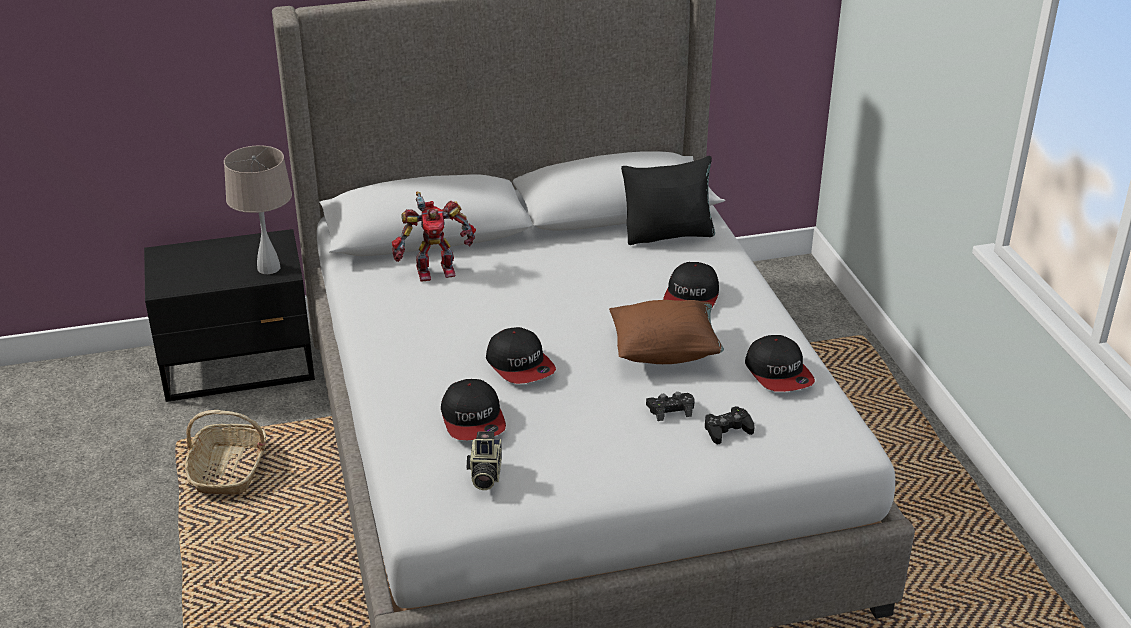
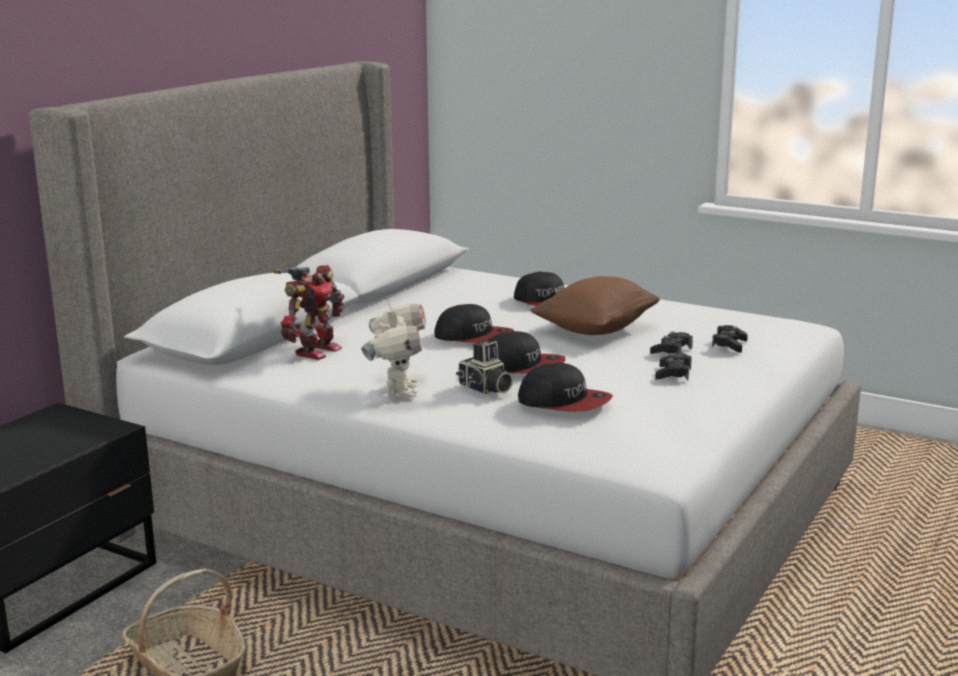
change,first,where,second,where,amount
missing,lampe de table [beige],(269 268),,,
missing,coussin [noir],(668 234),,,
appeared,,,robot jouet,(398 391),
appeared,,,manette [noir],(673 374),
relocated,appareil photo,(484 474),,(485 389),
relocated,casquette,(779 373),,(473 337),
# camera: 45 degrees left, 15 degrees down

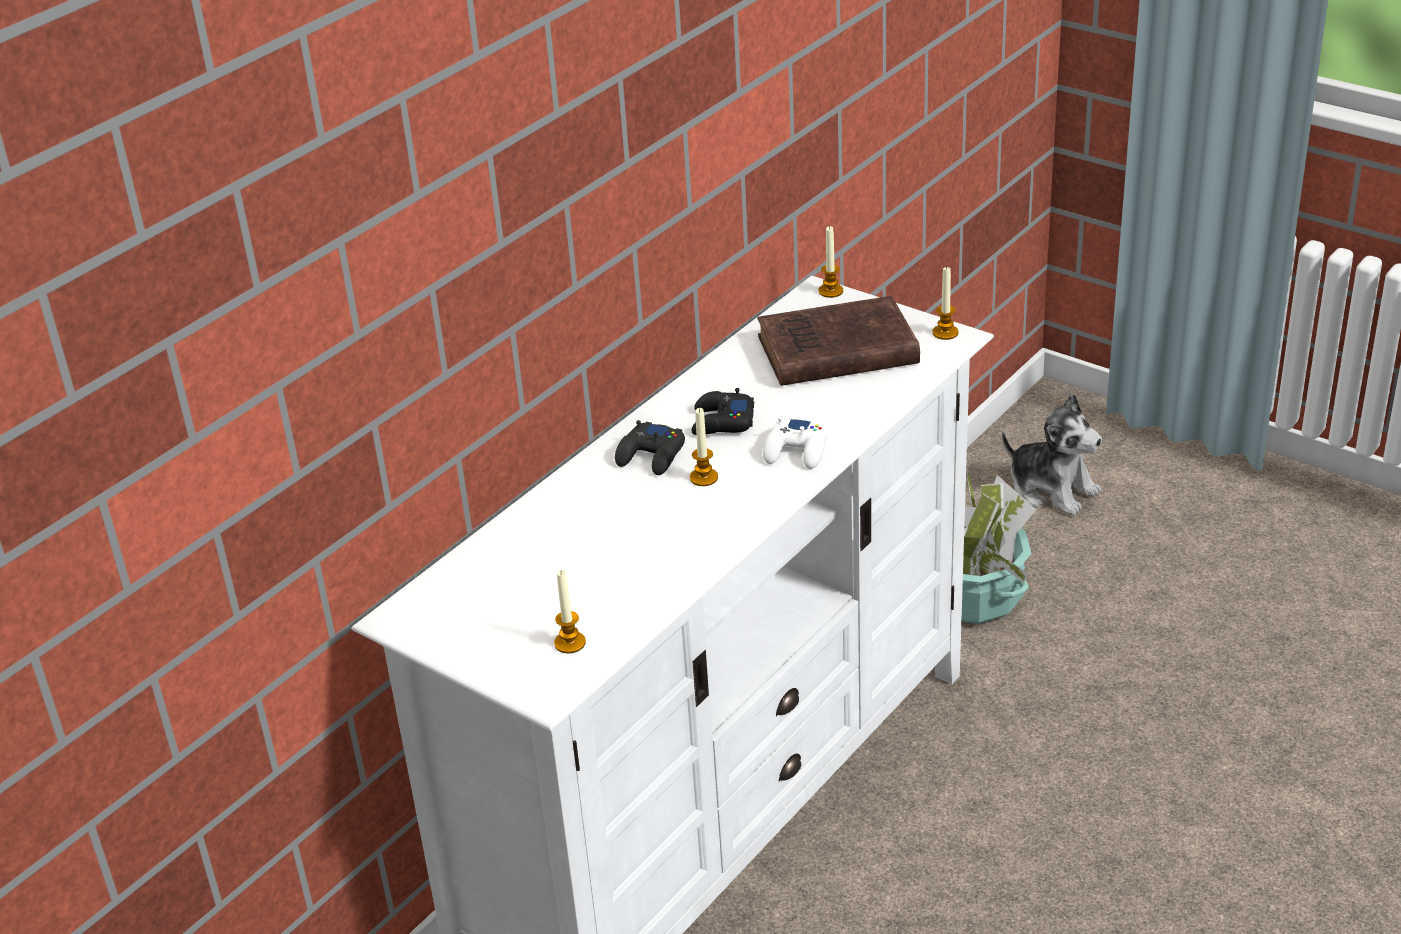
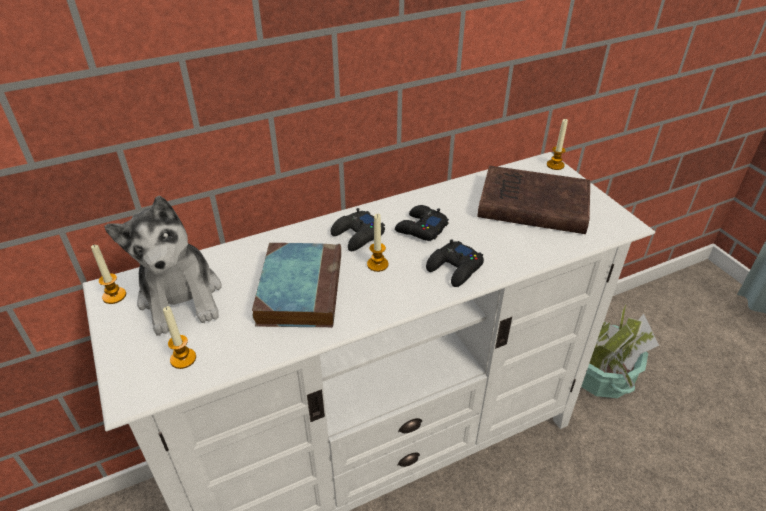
change,first,where,second,where,amount
appeared,,,livre,(299 289),
relocated,bougie,(945 333),,(114 296),
relocated,peluche,(1052 490),,(181 297),
colour,manette [blanc],(797 451),manette [noir],(455 268),
# camera: 25 degrees right, 5 degrees up

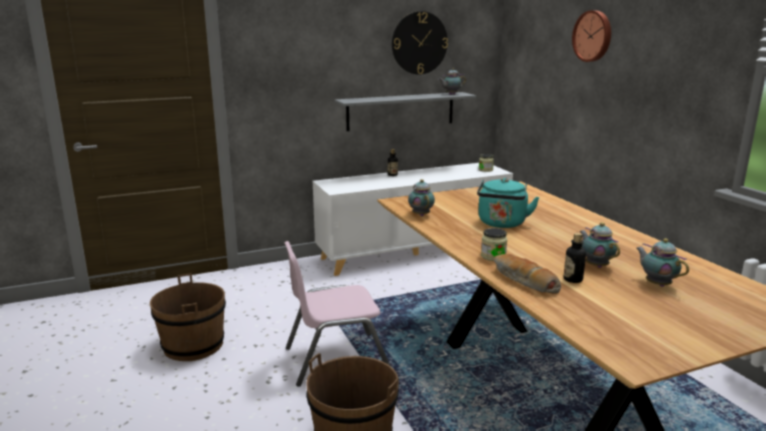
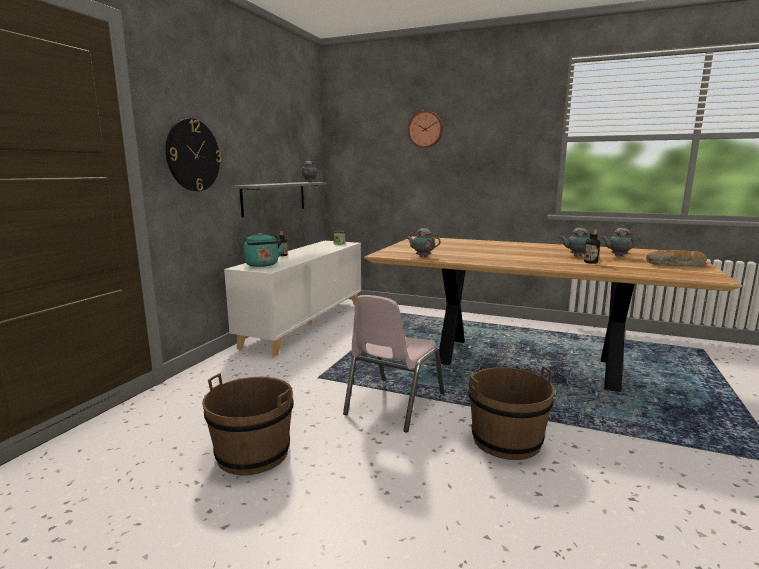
change,first,where,second,where,amount
missing,bocal,(493 256),,,
relocated,horloge murale,(419 43),,(193 155),
relocated,bouilloire [turquoise],(502 224),,(263 265),
relocated,pain,(523 281),,(675 265),
# camera: 45 degrees left, 5 degrees down

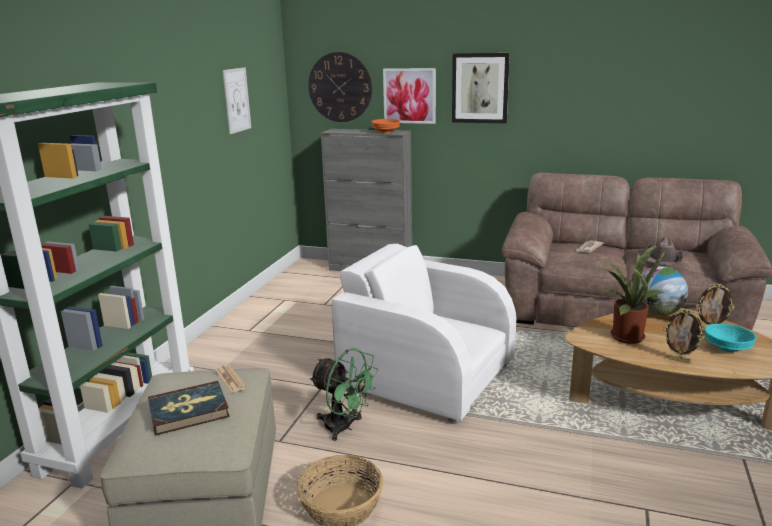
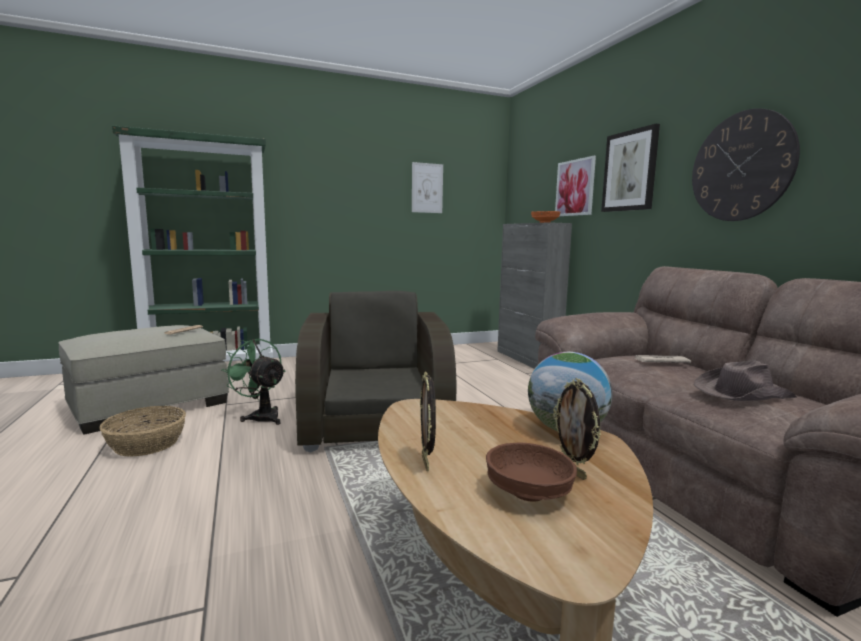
change,first,where,second,where,amount
missing,livre,(188 411),,,
missing,plante en pot,(624 335),,,
relocated,horloge murale,(340 87),,(741 166),
colour,fauteuil [blanc],(426 376),fauteuil [marron],(376 420),
colour,bol [turquoise],(728 348),bol [marron],(528 493),
spun,ventilateur [vert],(344 427),,(261 416),135 degrees clockwise
# camera: 50 degrees right, 10 degrees down

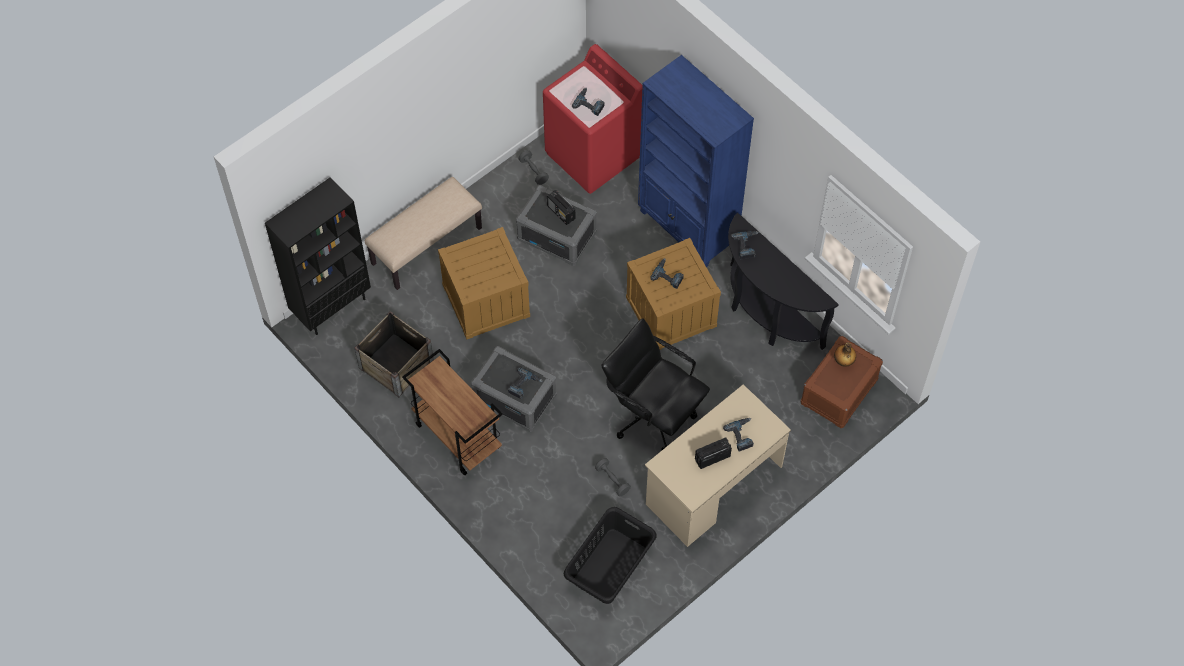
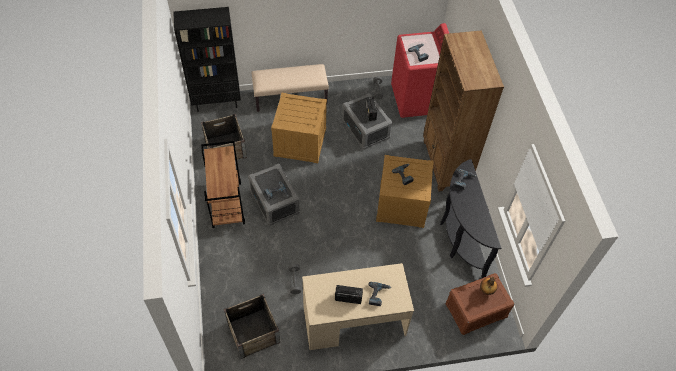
change,first,where,second,where,amount
missing,chaise de bureau [noir],(652 414),,,
exchanged,panier à linge [noir],(609 566),caisse,(253 332),
colour,bibliothèque [bleu],(688 228),bibliothèque [marron],(445 164),
# camera: 30 degrees right, 5 degrees down

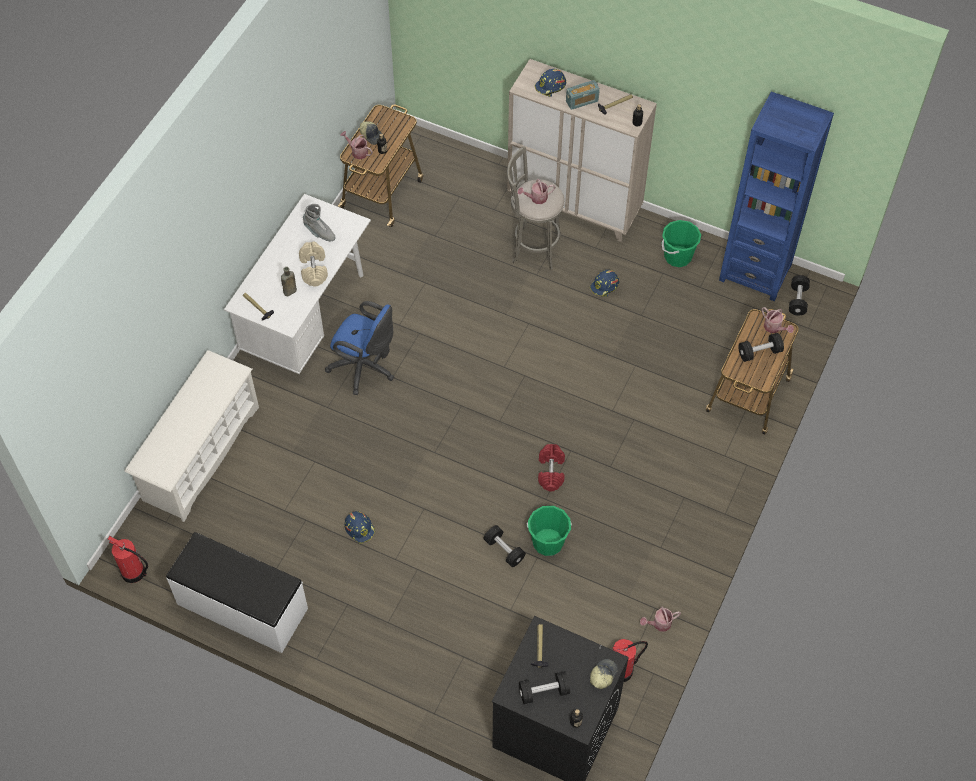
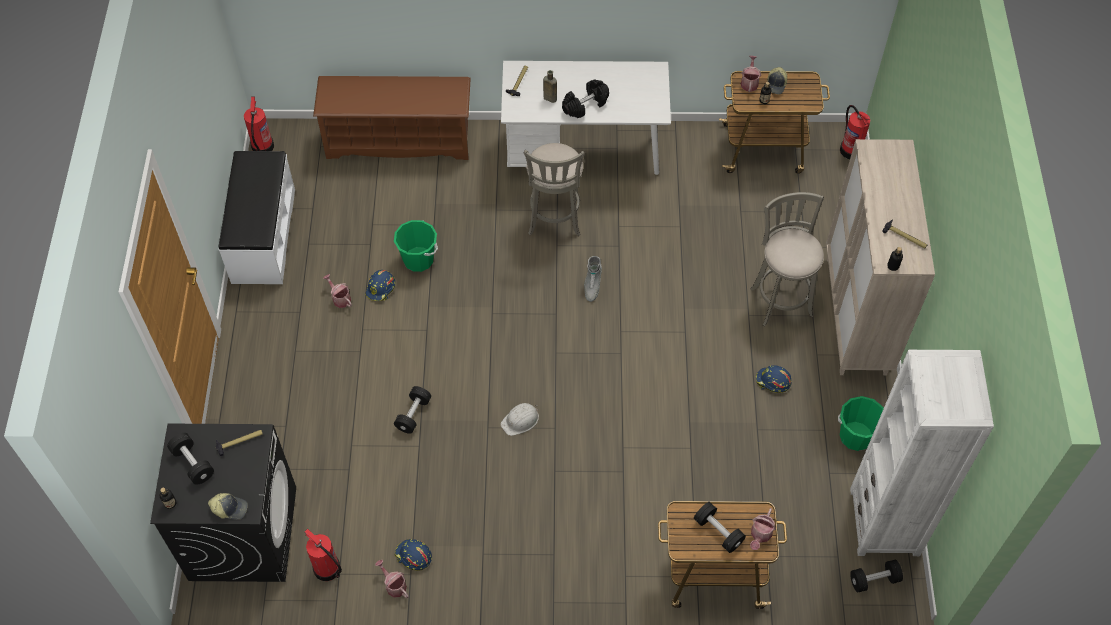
change,first,where,second,where,amount
missing,radio,(582 101),,,
appeared,,,extincteur,(850 149),
relocated,botte [gris],(319 232),,(592 286),
relocated,arrosoir,(536 198),,(340 298),
relocated,seau [vert],(548 542),,(418 259),
relocated,casque de chantier [bleu],(550 86),,(413 556),
exchanged,chaise de bureau [bleu],(365 368),tabouret [gris],(554 220),
exchanged,haltère [rouge],(551 472),casque de chantier [blanc],(520 420),
colour,étagère à chaussures [blanc],(201 453),étagère à chaussures [marron],(399 140),
colour,haltère [beige],(314 269),haltère [noir],(585 105),
colour,bibliothèque [bleu],(755 272),bibliothèque [blanc],(884 522),
# camera: 65 degrees right, 0 degrees up

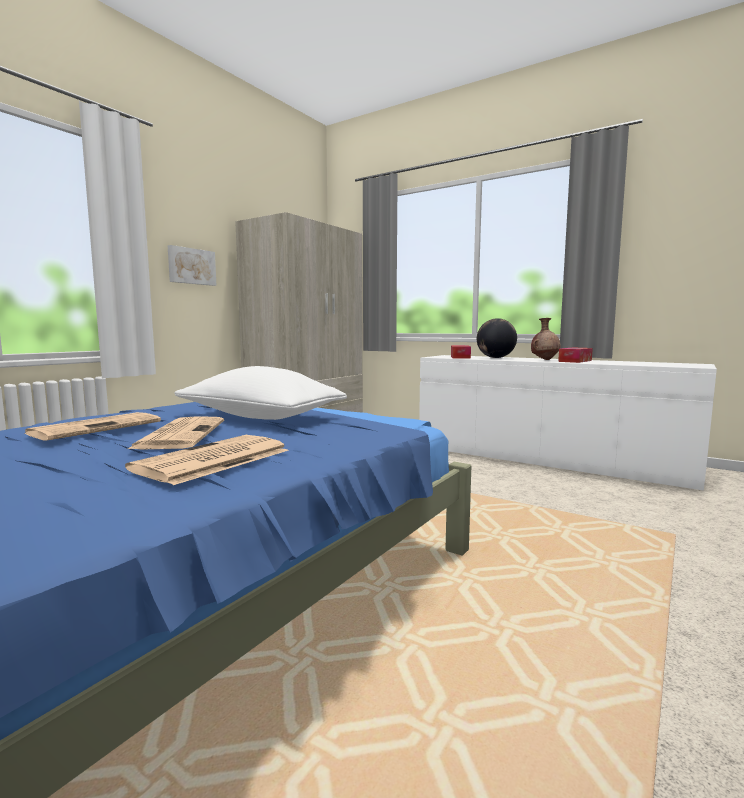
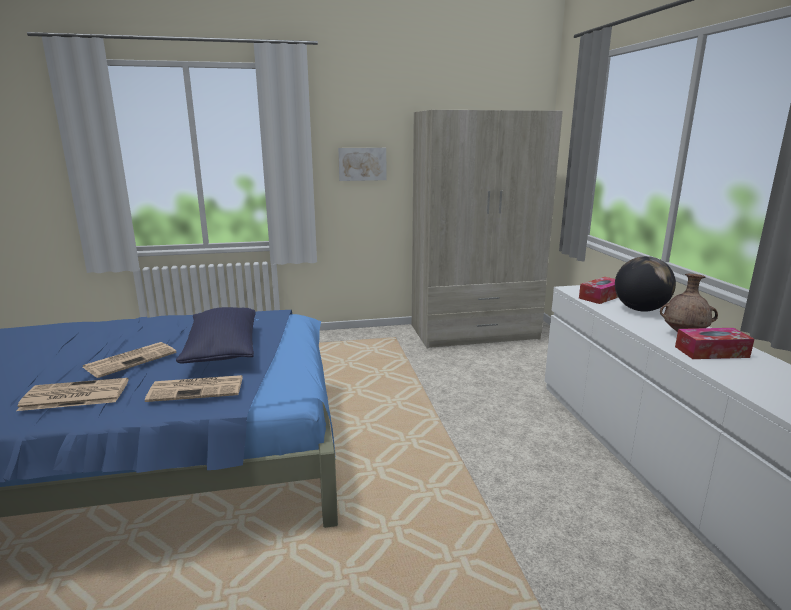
change,first,where,second,where,amount
relocated,journal,(97 427),,(198 389),
colour,coussin [blanc],(260 418),coussin [bleu],(222 350),
# camera: 45 degrees right, 10 degrees up

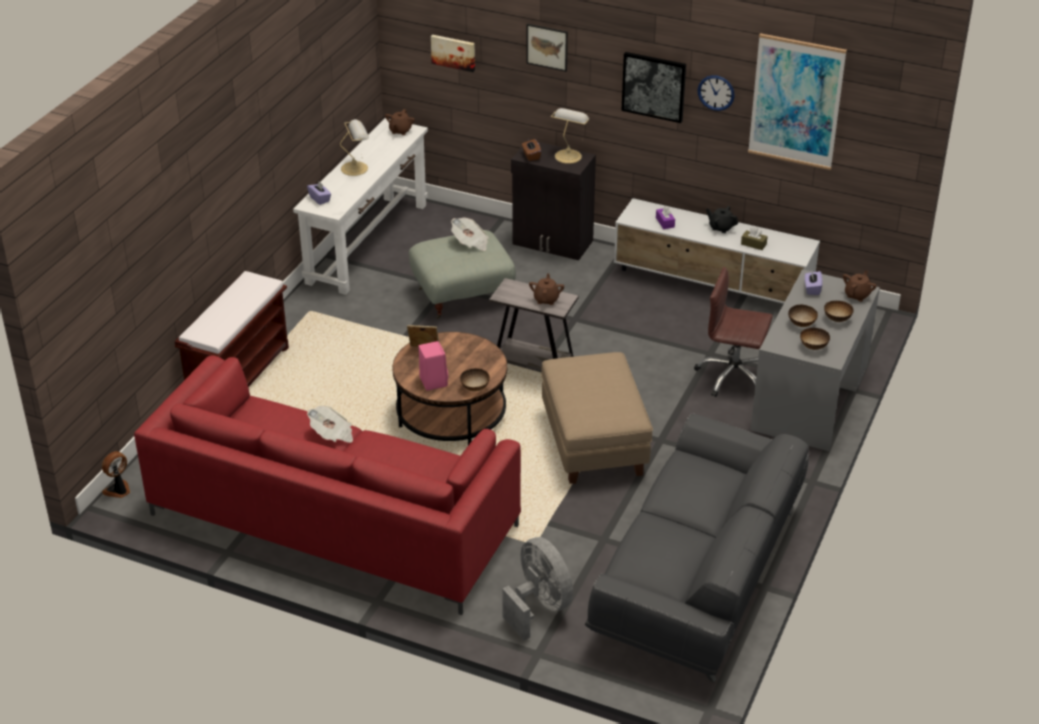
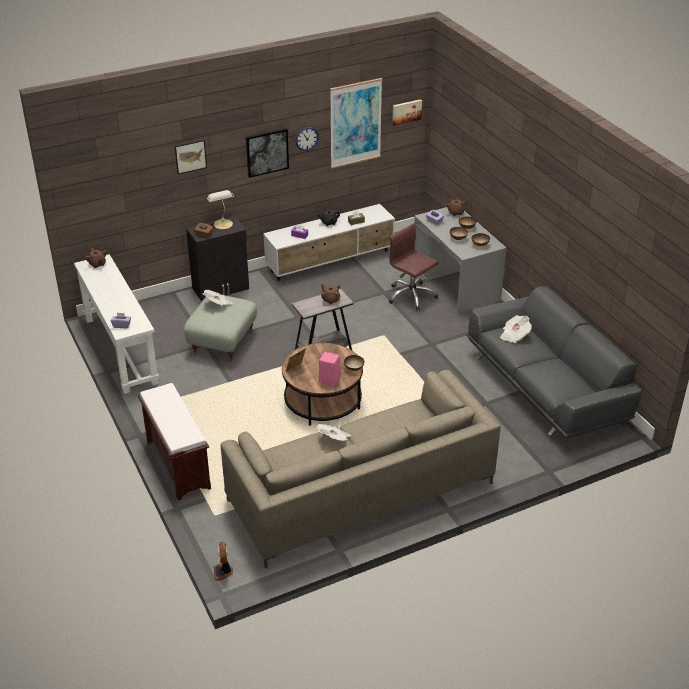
change,first,where,second,where,amount
missing,lampe de table,(356 168),,,
missing,ventilateur [gris],(539 607),,,
missing,pouf [beige],(594 443),,,
appeared,,,journal,(514 335),
relocated,tableau,(453 52),,(406 111),
colour,canapé [rouge],(334 520),canapé [beige],(360 492),
spun,chaise de bureau [marron],(733 376),,(411 296),75 degrees clockwise
# camera: 50 degrees left, 0 degrees up

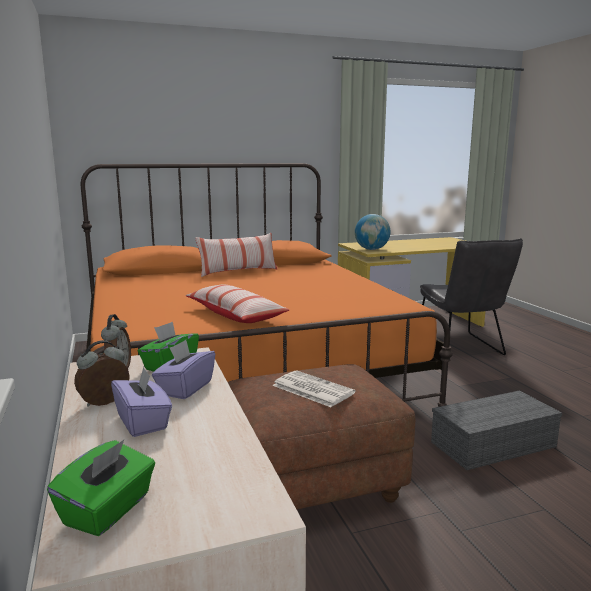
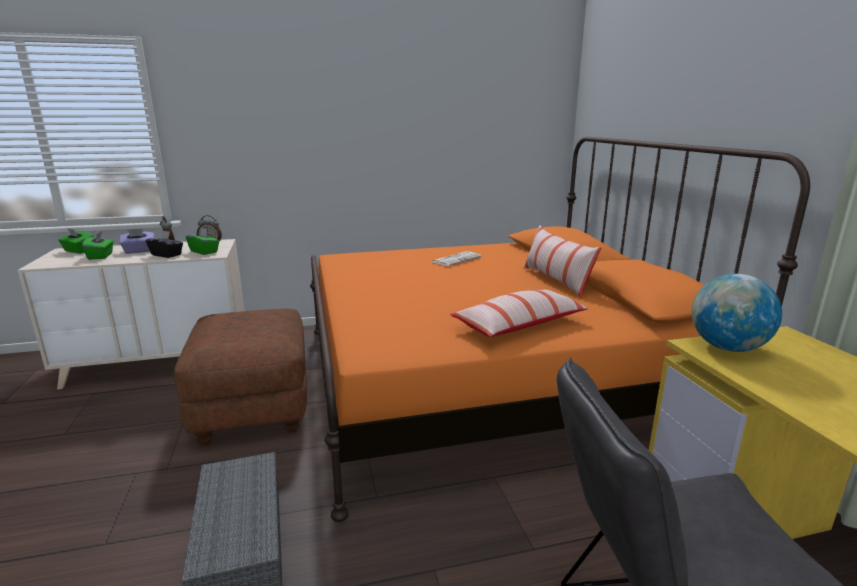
change,first,where,second,where,amount
appeared,,,boîte à mouchoirs [vert],(101 256),
relocated,coussin,(235 315),,(519 325),
relocated,journal,(311 389),,(456 259),
colour,boîte à mouchoirs [violet],(185 388),boîte à mouchoirs [noir],(167 255),
# camera: 95 degrees right, 5 degrees up

